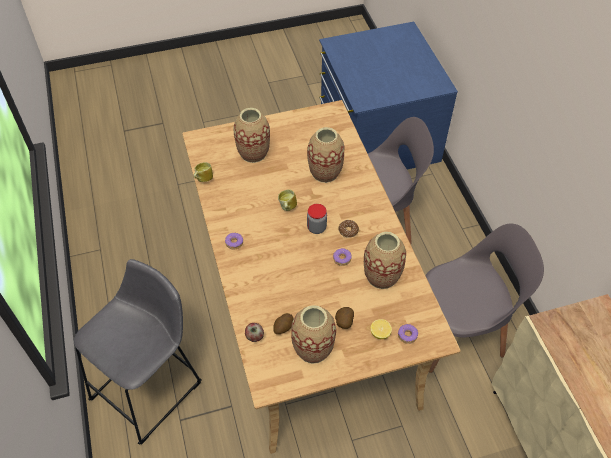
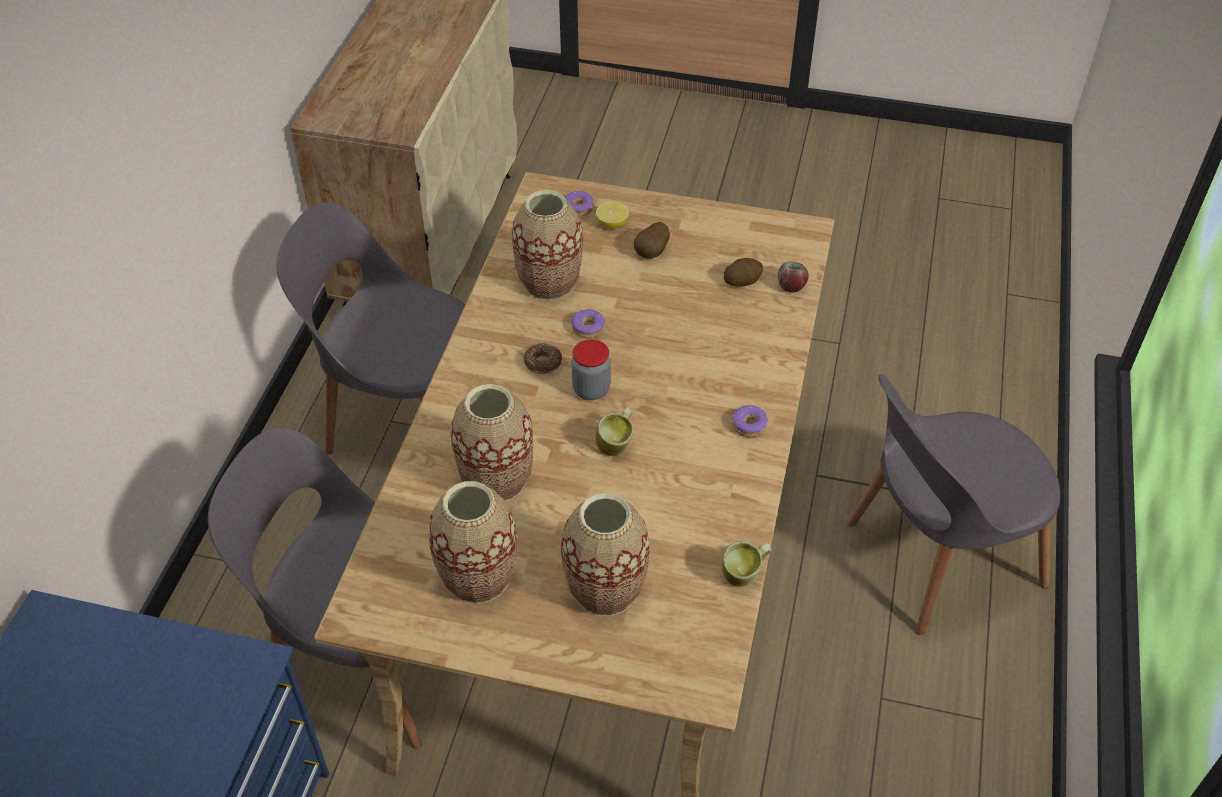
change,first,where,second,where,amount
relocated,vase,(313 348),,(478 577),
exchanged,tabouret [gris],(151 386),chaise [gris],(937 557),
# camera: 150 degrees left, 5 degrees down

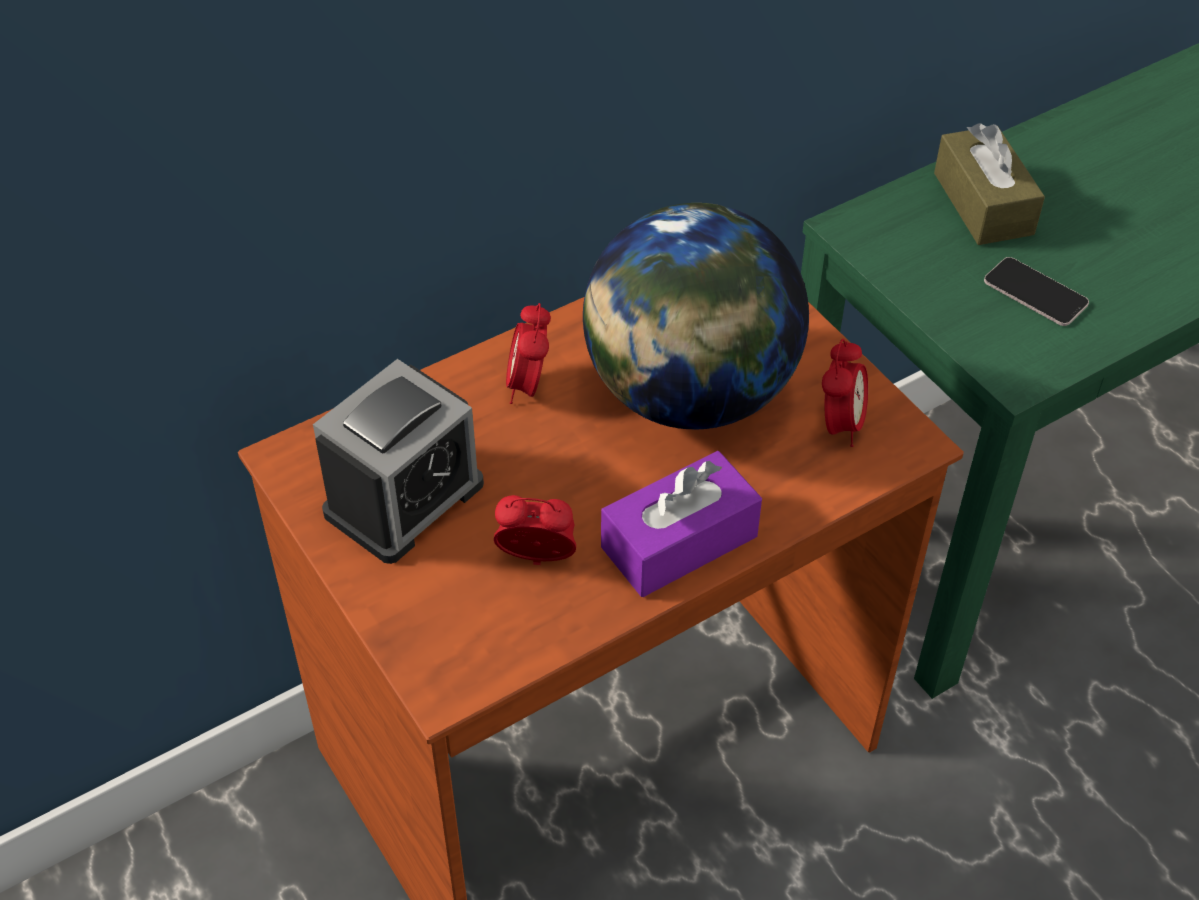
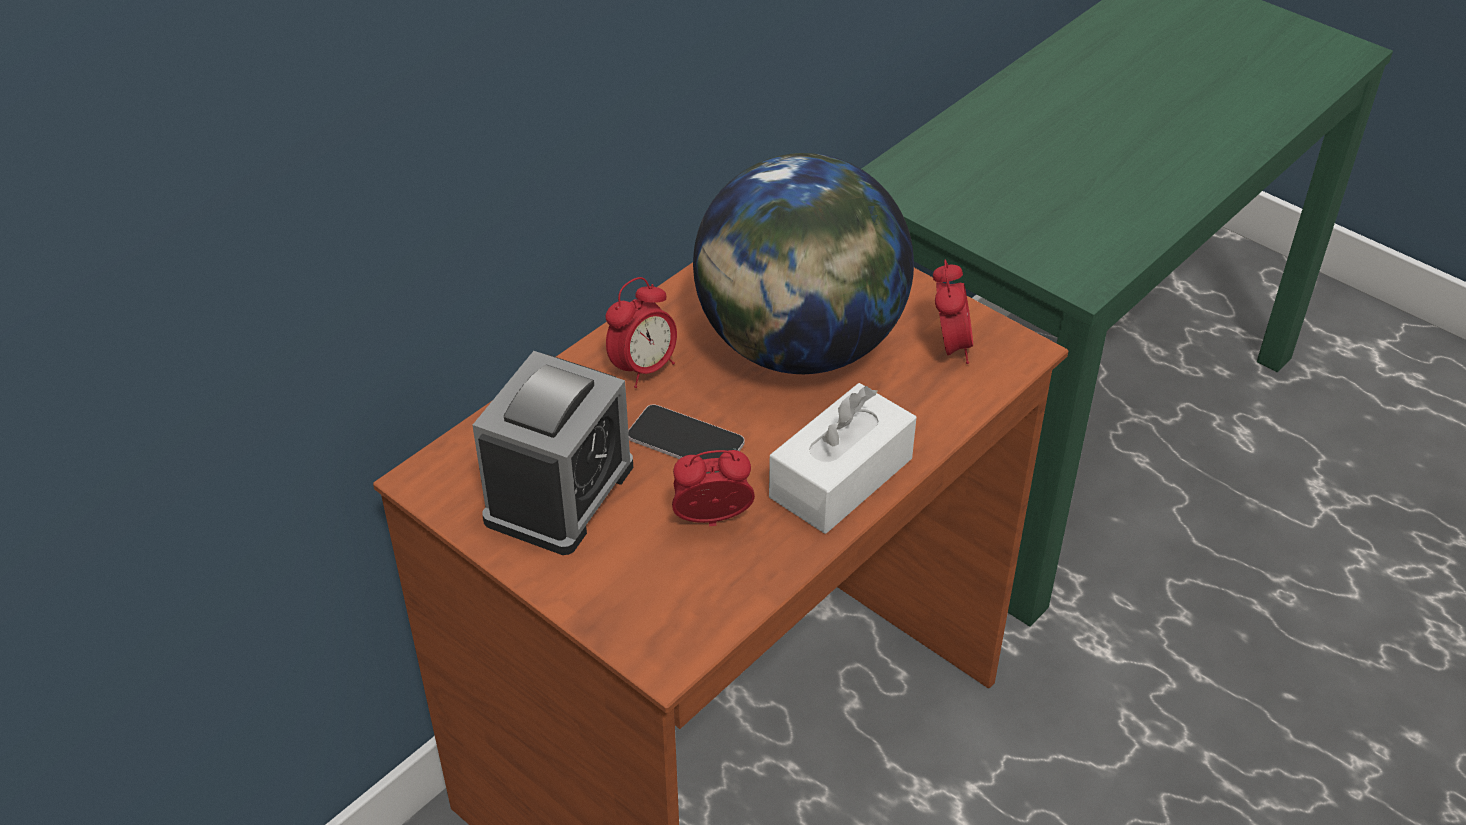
change,first,where,second,where,amount
missing,boîte à mouchoirs [marron],(983 203),,,
relocated,téléphone,(1035 293),,(685 440),
colour,boîte à mouchoirs [violet],(679 542),boîte à mouchoirs [blanc],(841 478),
spun,réveil,(529 386),,(644 368),120 degrees counterclockwise
# camera: 15 degrees left, 5 degrees down

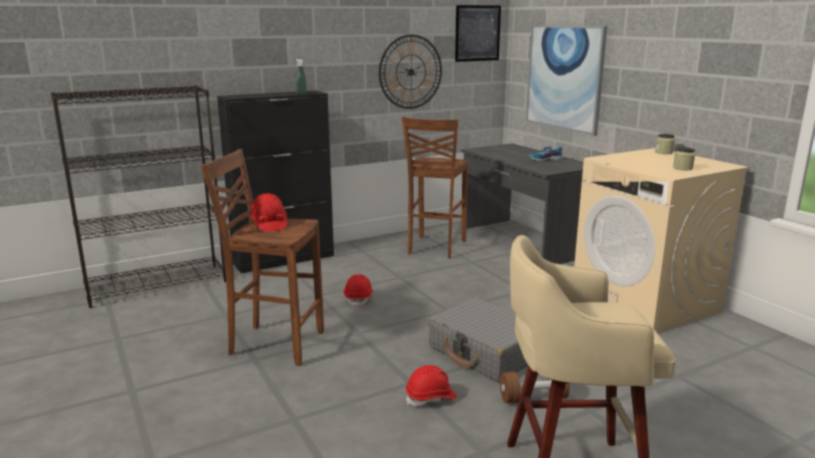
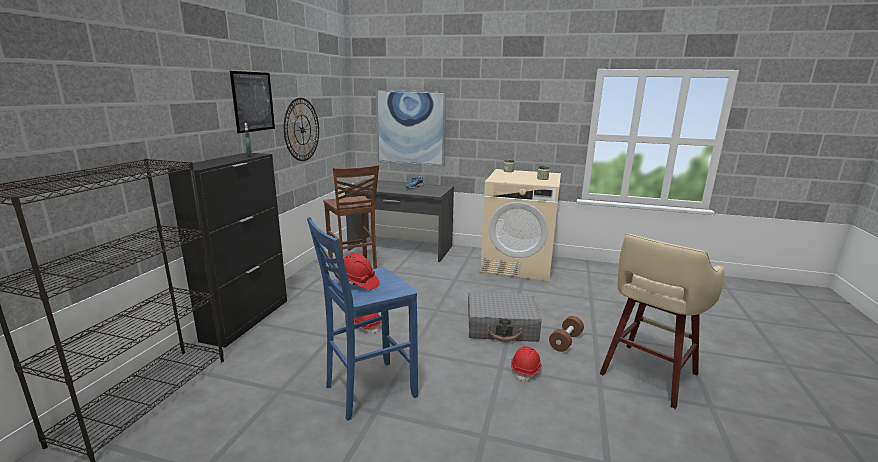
change,first,where,second,where,amount
relocated,tableau,(477 33),,(253 101),
colour,tabouret [marron],(274 343),tabouret [bleu],(367 390),
# camera: 45 degrees left, 0 degrees up

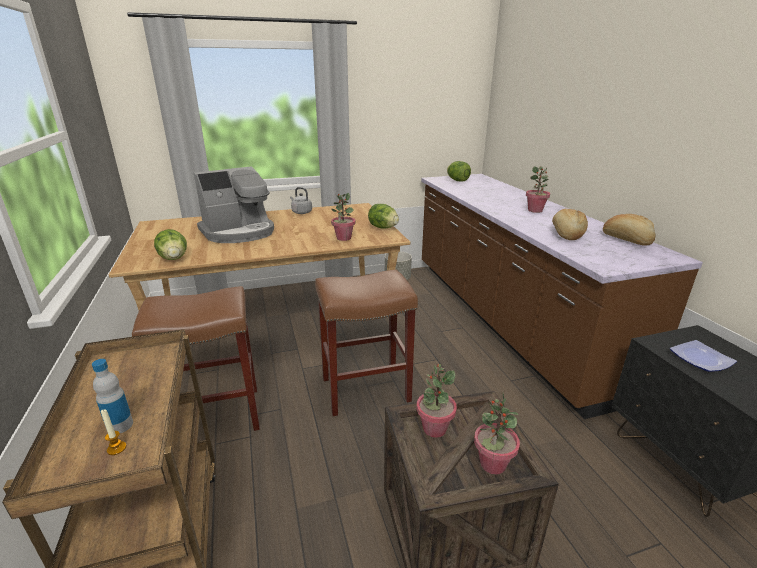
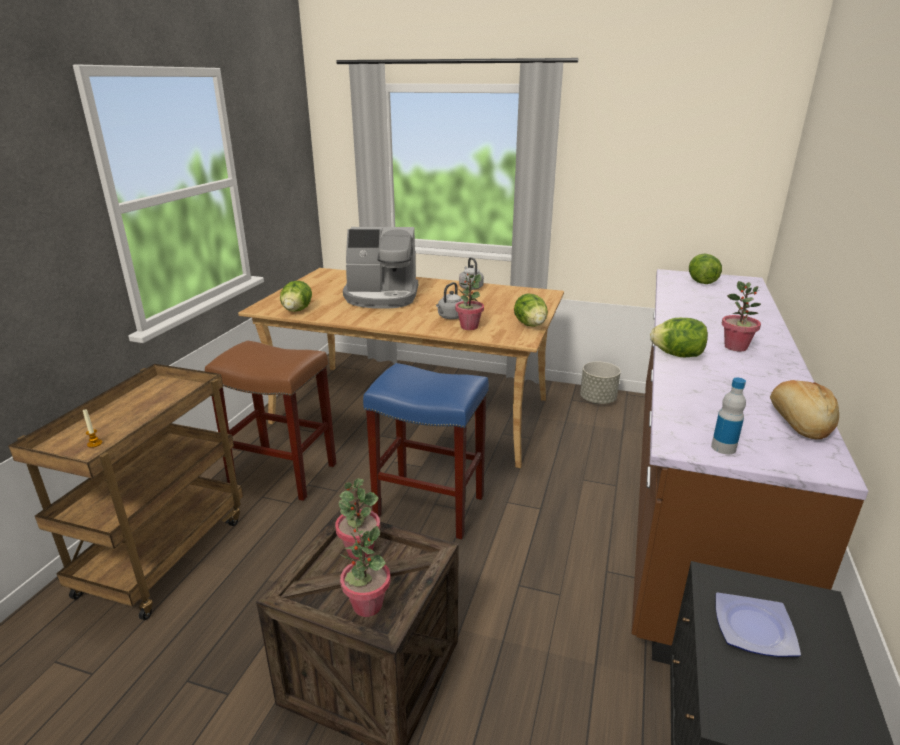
change,first,where,second,where,amount
missing,pain,(566 234),,,
appeared,,,bouilloire [gris],(450 317),
appeared,,,laitue,(677 355),
relocated,bouteille,(120 425),,(723 448),
colour,tabouret [marron],(364 390),tabouret [bleu],(427 507),
# camera: 35 degrees right, 0 degrees up

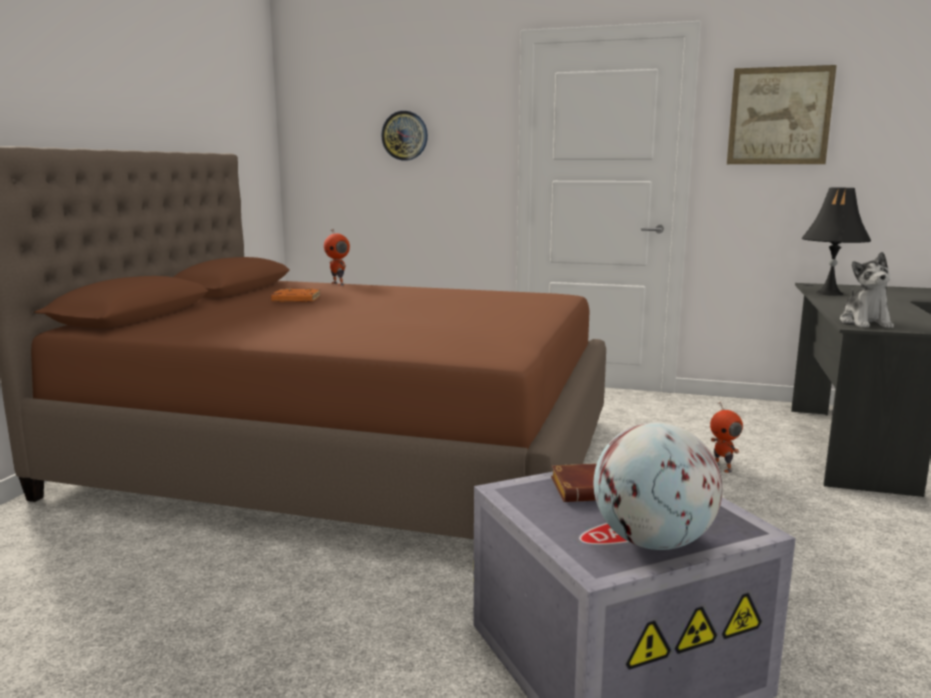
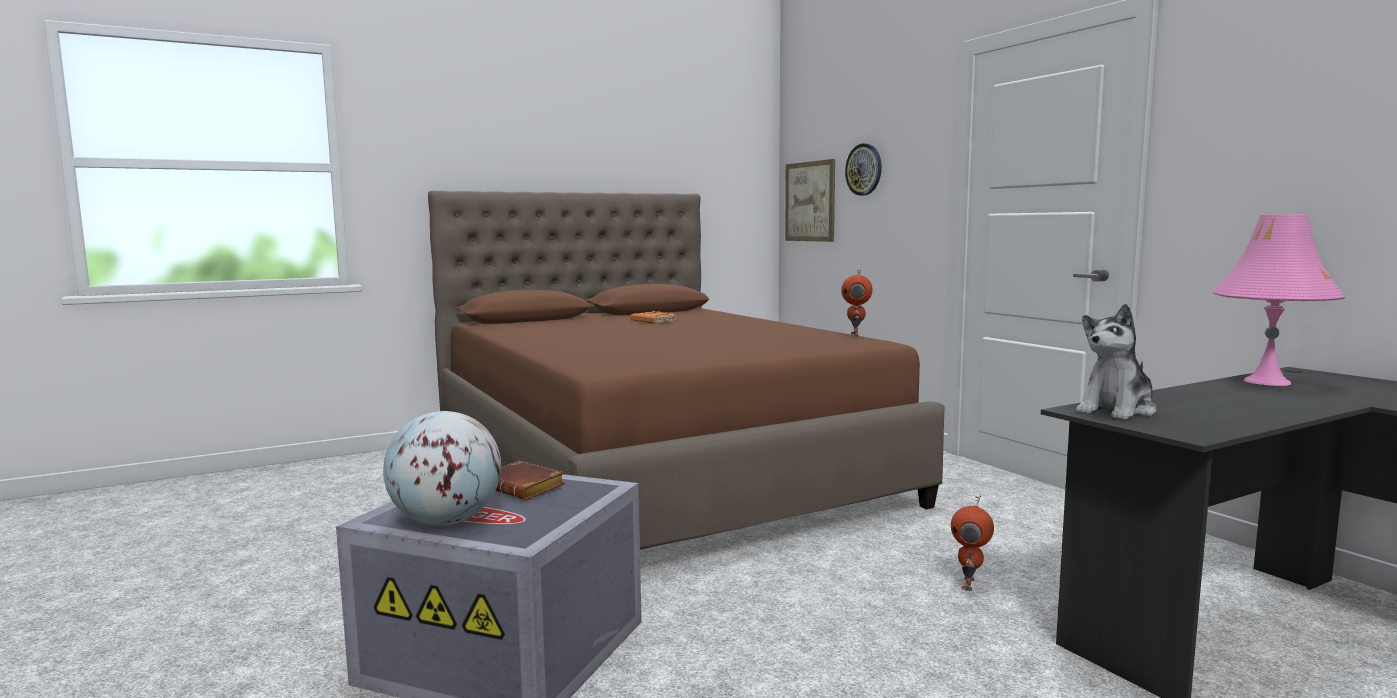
change,first,where,second,where,amount
relocated,robot jouet,(338 284),,(856 334),
relocated,tableau,(779 116),,(810 201),
colour,lampe de table [noir],(829 293),lampe de table [rose],(1267 382),
# camera: 45 degrees right, 5 degrees down

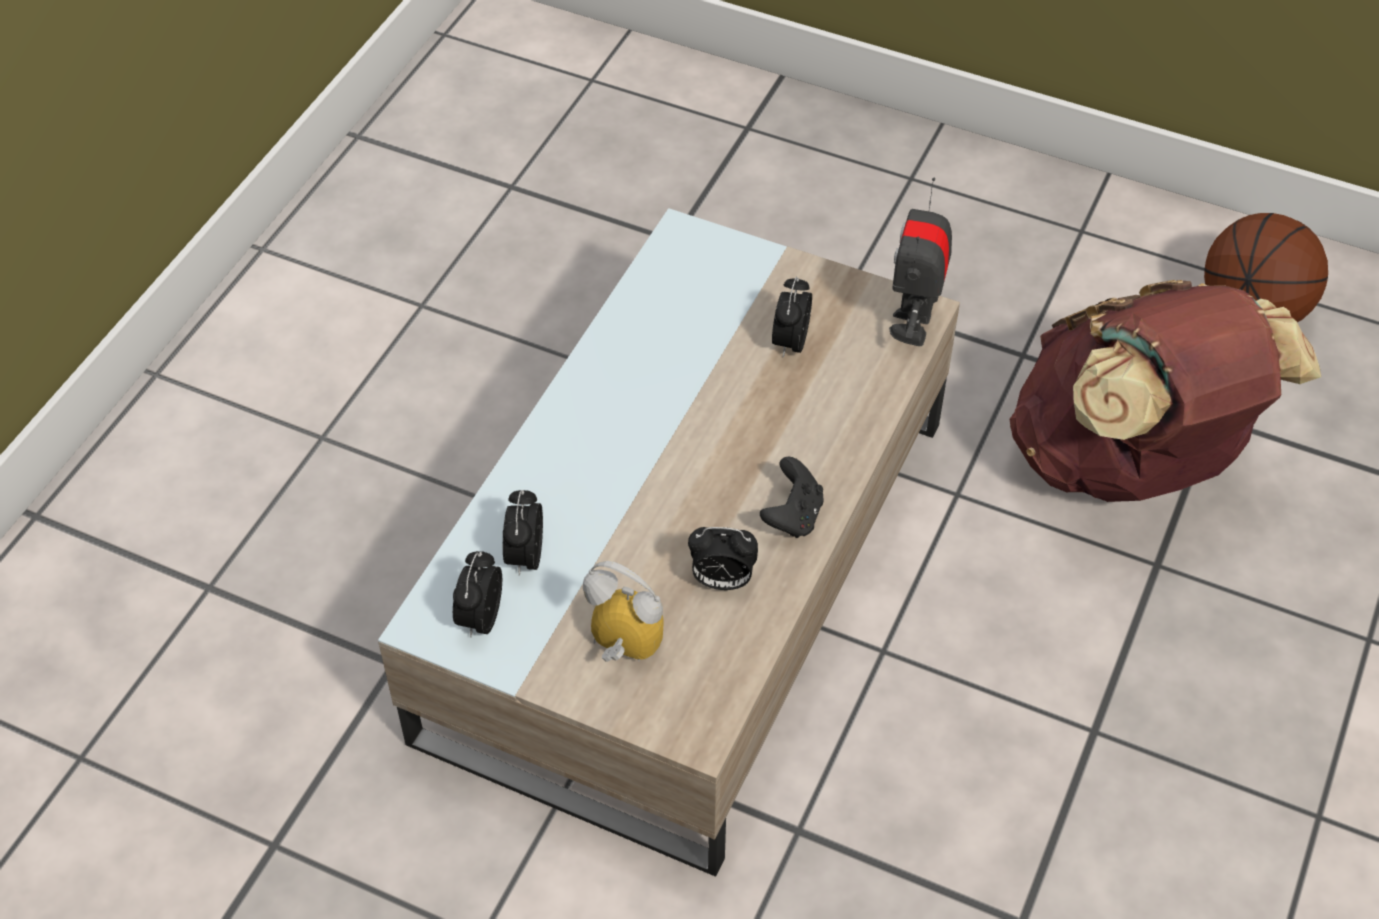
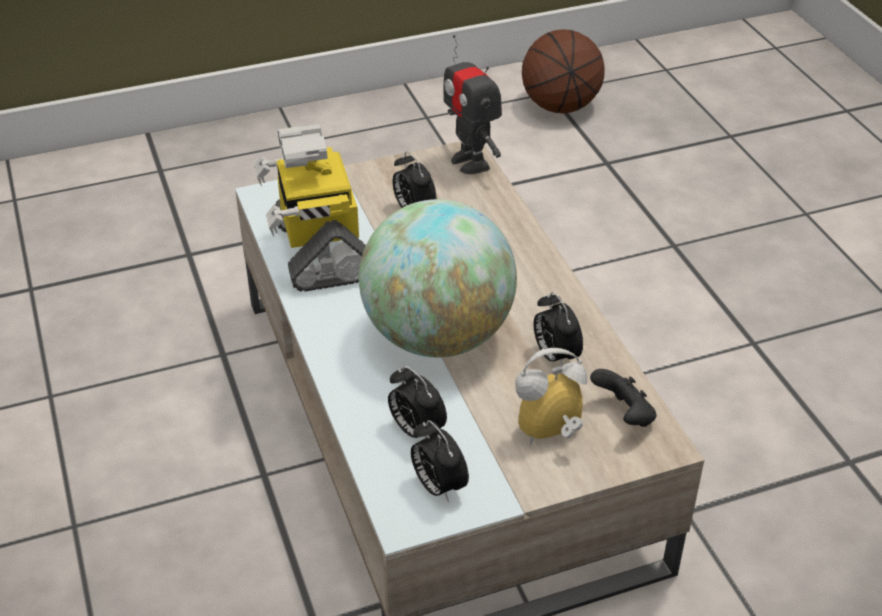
change,first,where,second,where,amount
missing,sac à dos [marron],(1129 464),,,
appeared,,,robot jouet,(318 249),
appeared,,,globe,(437 336),
relocated,manette [noir],(793 516),,(624 415),
spun,réveil,(722 581),,(554 356),105 degrees clockwise
# camera: 45 degrees left, 10 degrees down

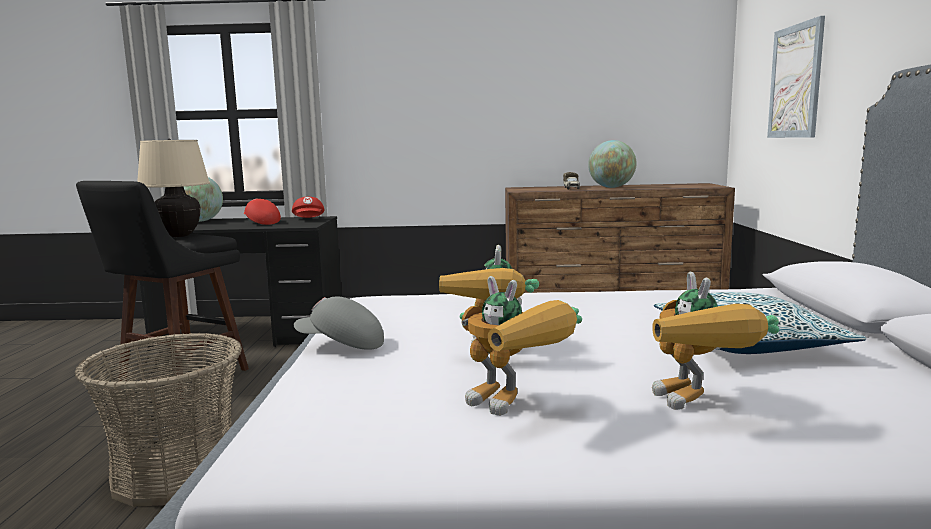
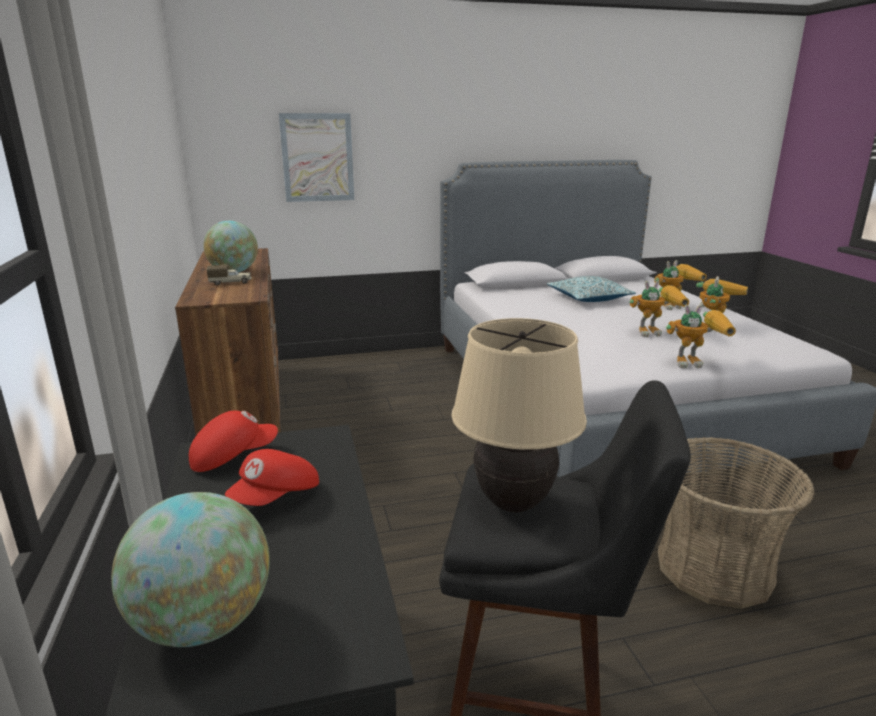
change,first,where,second,where,amount
exchanged,casquette [gris],(341 345),robot jouet,(696 363),
# camera: 105 degrees left, 10 degrees up

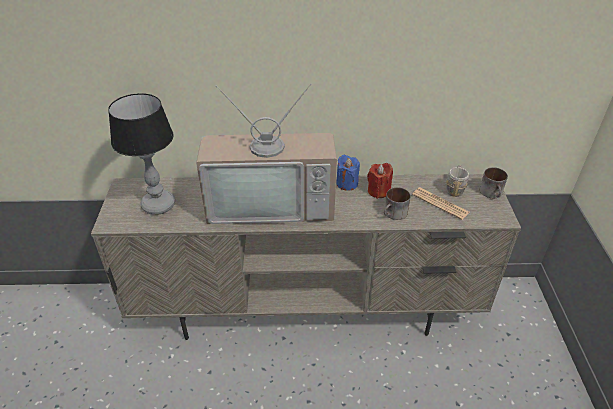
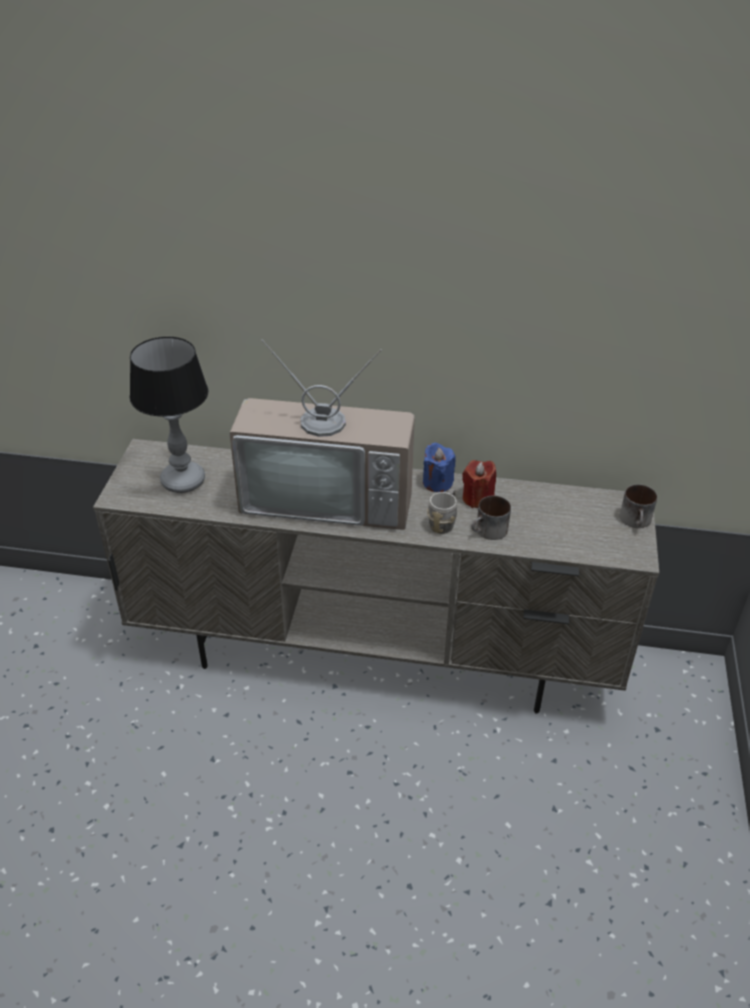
change,first,where,second,where,amount
missing,journal,(440 203),,,
relocated,mug [gris],(455 189),,(443 522),
# camera: 10 degrees right, 0 degrees up

